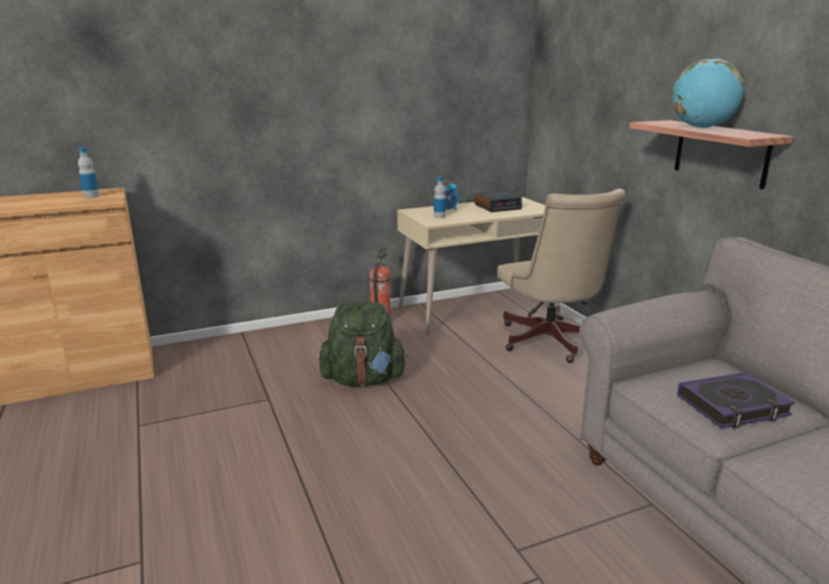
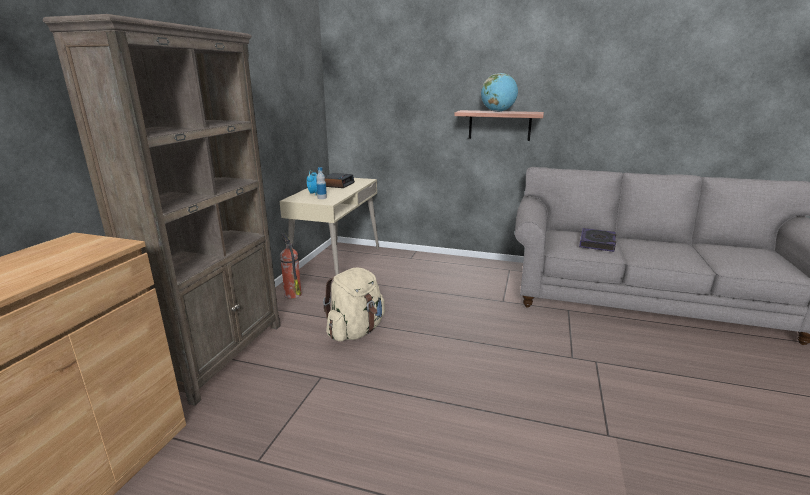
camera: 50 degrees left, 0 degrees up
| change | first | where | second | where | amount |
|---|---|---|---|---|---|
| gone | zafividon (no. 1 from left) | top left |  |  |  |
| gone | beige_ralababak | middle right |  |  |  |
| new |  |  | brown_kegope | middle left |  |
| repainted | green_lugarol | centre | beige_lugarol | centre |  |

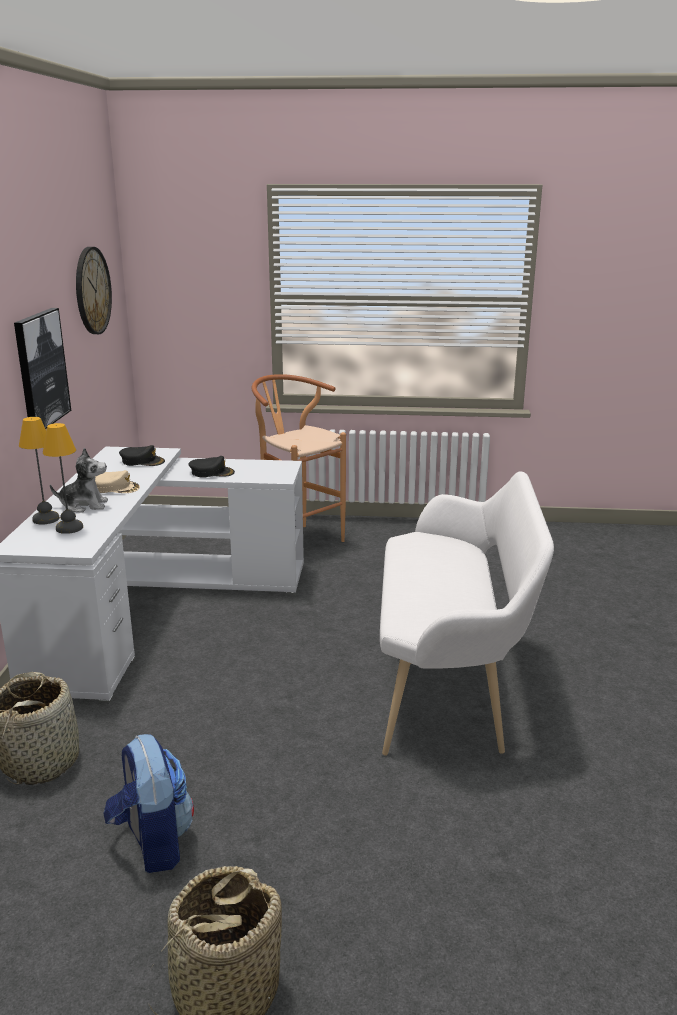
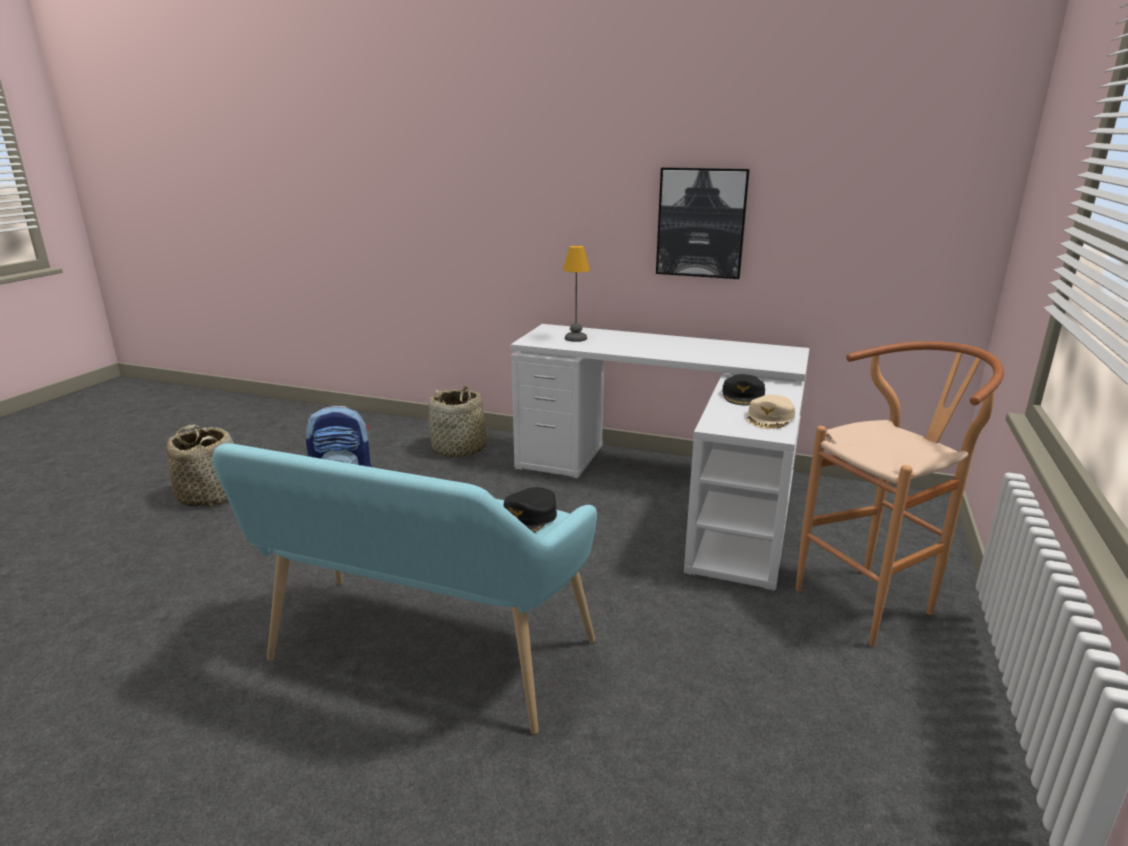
camera: 105 degrees right, 0 degrees up
| change | first | where | second | where | amount |
|---|---|---|---|---|---|
| gone | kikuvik (no. 1 from left) | middle left |  |  |  |
| gone | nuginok | middle left |  |  |  |
| gone | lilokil | top left |  |  |  |
| shifted | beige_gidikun | middle left |  | middle right |  |
| shifted | black_gidikun (no. 1 from left) | middle left |  | centre |  |
| repainted | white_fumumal | middle right | turquoise_fumumal | bottom centre |  |

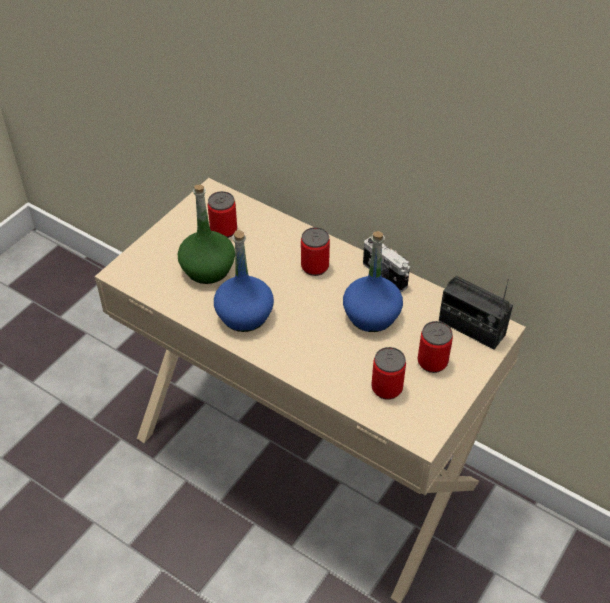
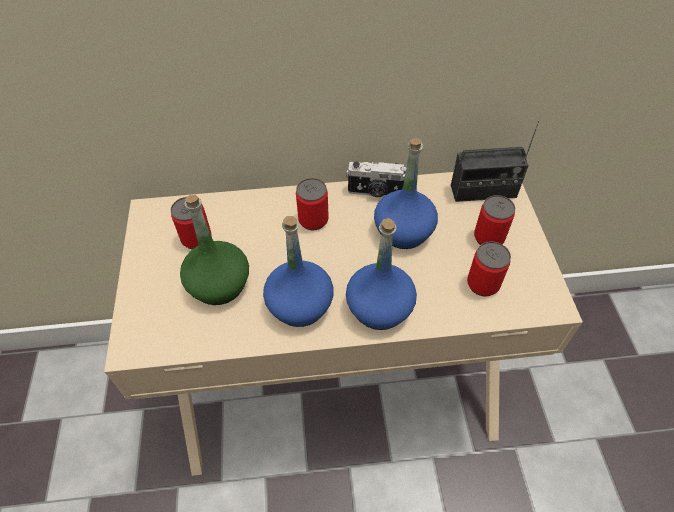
camera: 40 degrees left, 5 degrees up
| change | first | where | second | where | amount |
|---|---|---|---|---|---|
| new |  |  | blue_zafividon (no. 2 from left) | centre |  |

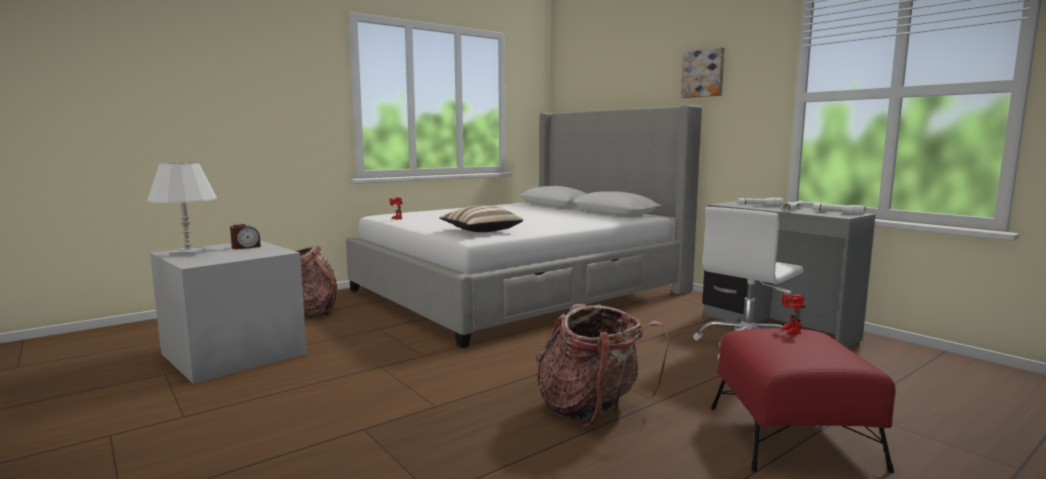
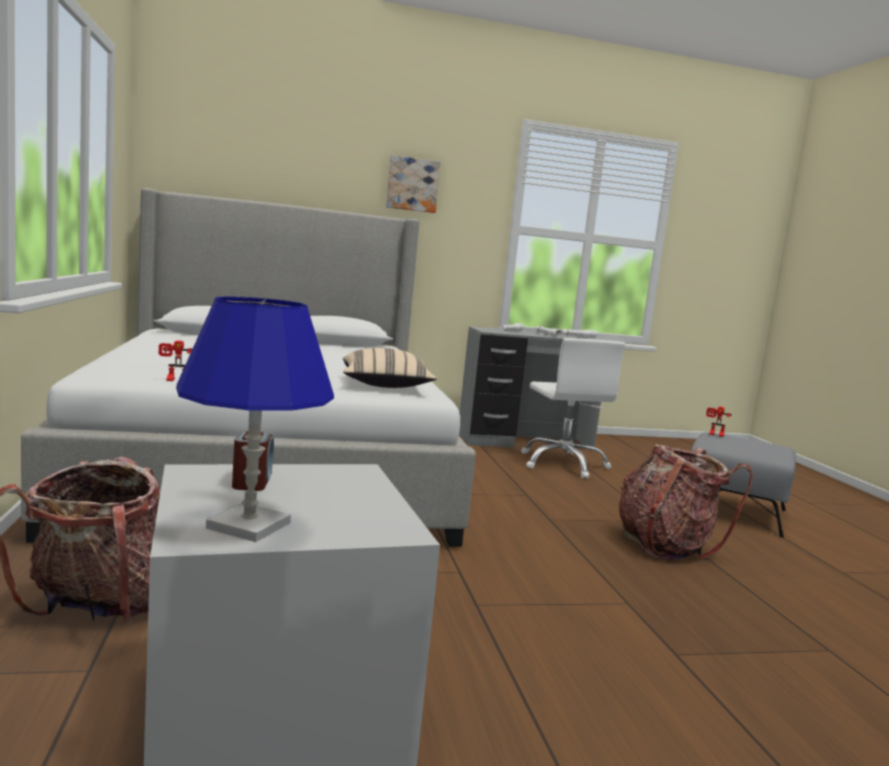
camera: 65 degrees left, 0 degrees up
| change | first | where | second | where | amount |
|---|---|---|---|---|---|
| repainted | white_kikuvik | middle left | blue_kikuvik | middle left |  |
| repainted | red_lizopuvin | bottom right | grey_lizopuvin | middle right |  |

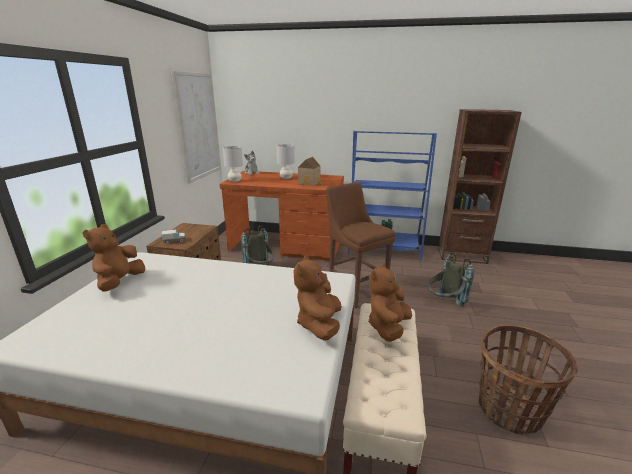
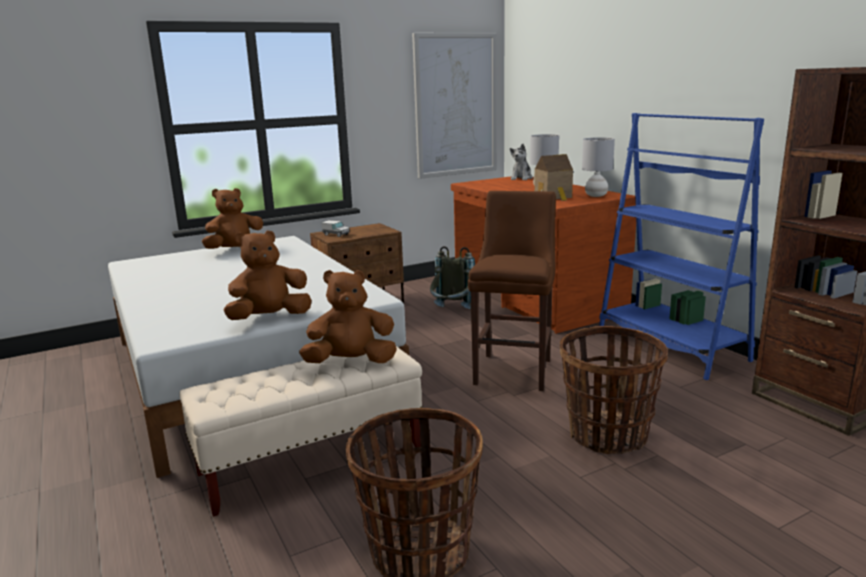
camera: 50 degrees right, 5 degrees down
| change | first | where | second | where | amount |
|---|---|---|---|---|---|
| shifted | grey_kikuvik (no. 1 from left in the first image) | centre | grey_kikuvik (no. 2 from left) | top right |  |
| swapped | grey_lugarol (no. 2 from left) | middle right | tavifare (no. 2 from left) | bottom right |  |

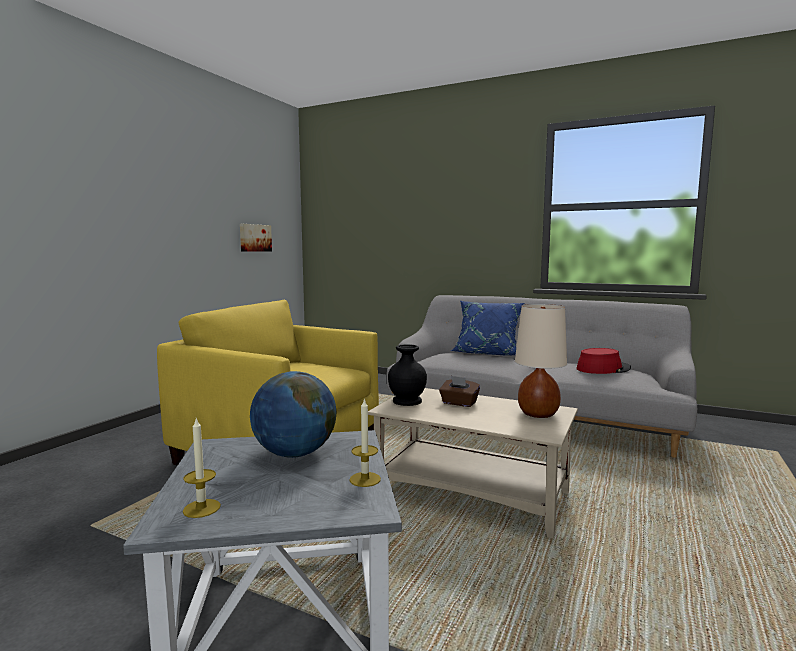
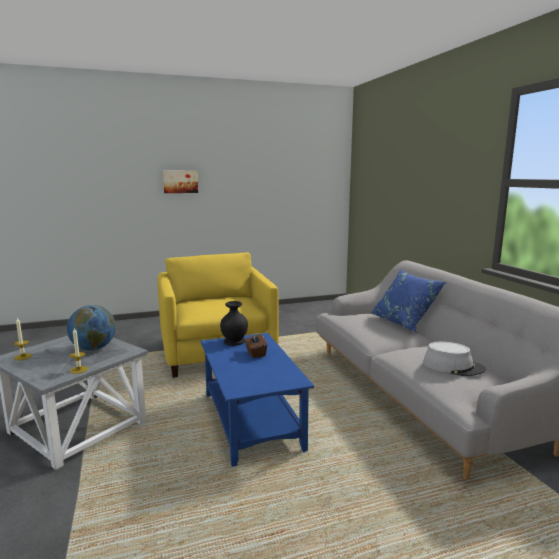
camera: 45 degrees right, 5 degrees up
| change | first | where | second | where | amount |
|---|---|---|---|---|---|
| gone | beige_kikuvik | middle right |  |  |  |
| shifted | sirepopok | middle left |  | top left |  |
| repainted | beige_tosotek | bottom centre | blue_tosotek | bottom centre |  |
| repainted | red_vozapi | middle right | grey_vozapi | middle right |  |

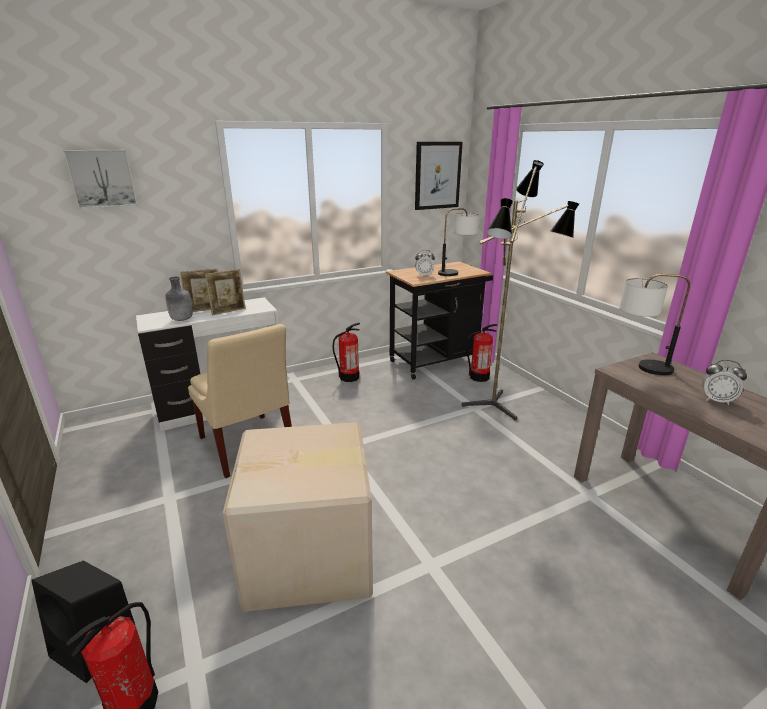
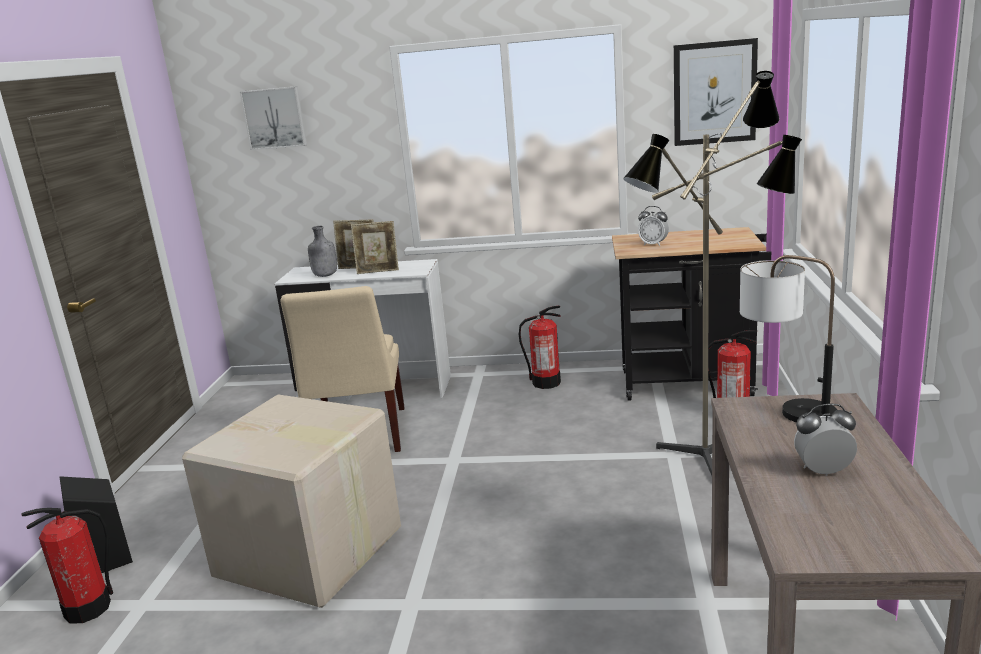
camera: 35 degrees right, 5 degrees down
| change | first | where | second | where | amount |
|---|---|---|---|---|---|
| gone | kikuvik (no. 1 from left) | centre |  |  |  |
| rotated | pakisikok (no. 2 from left) | middle right |  | bottom right | 120 degrees clockwise |

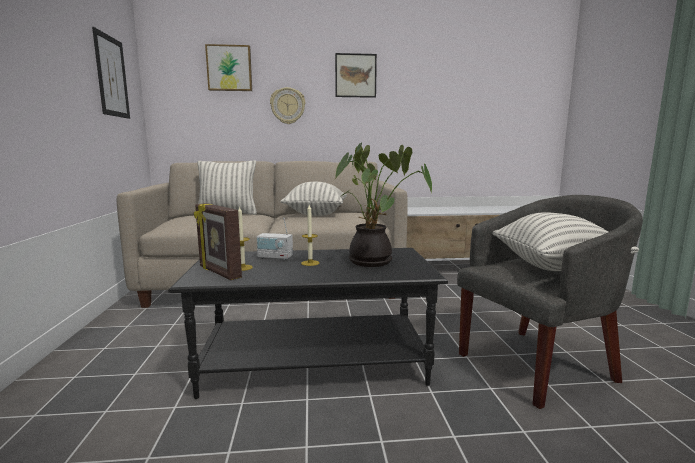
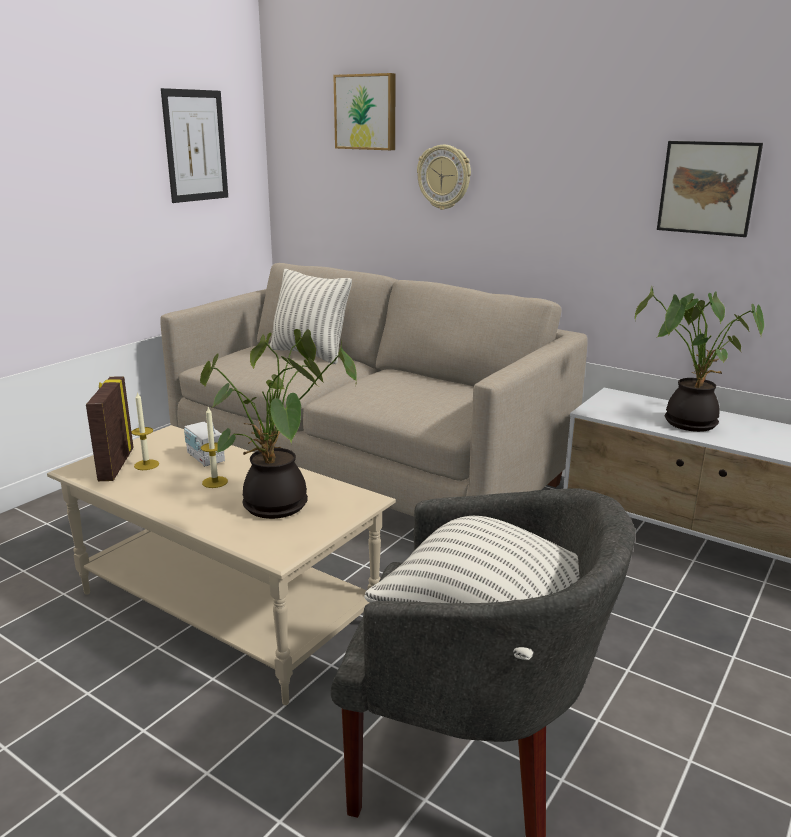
camera: 40 degrees right, 10 degrees up
| change | first | where | second | where | amount |
|---|---|---|---|---|---|
| gone | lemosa (no. 2 from left) | centre |  |  |  |
| new |  |  | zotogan (no. 2 from left) | middle right |  |
| shifted | sirepopok (no. 3 from left) | top centre |  | top right |  |
| repainted | black_tosotek | bottom centre | beige_tosotek | bottom left |  |

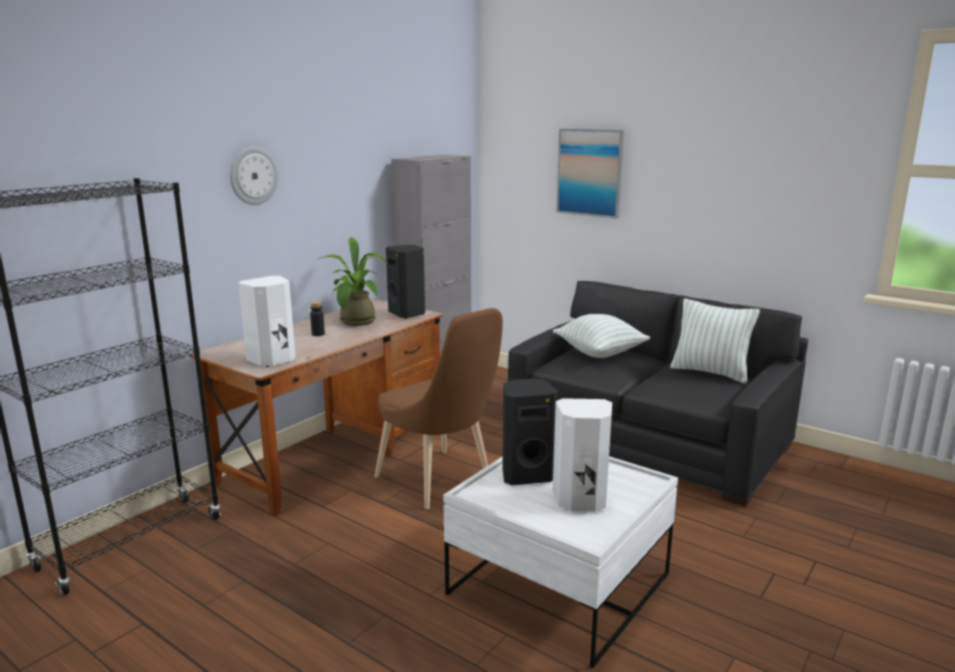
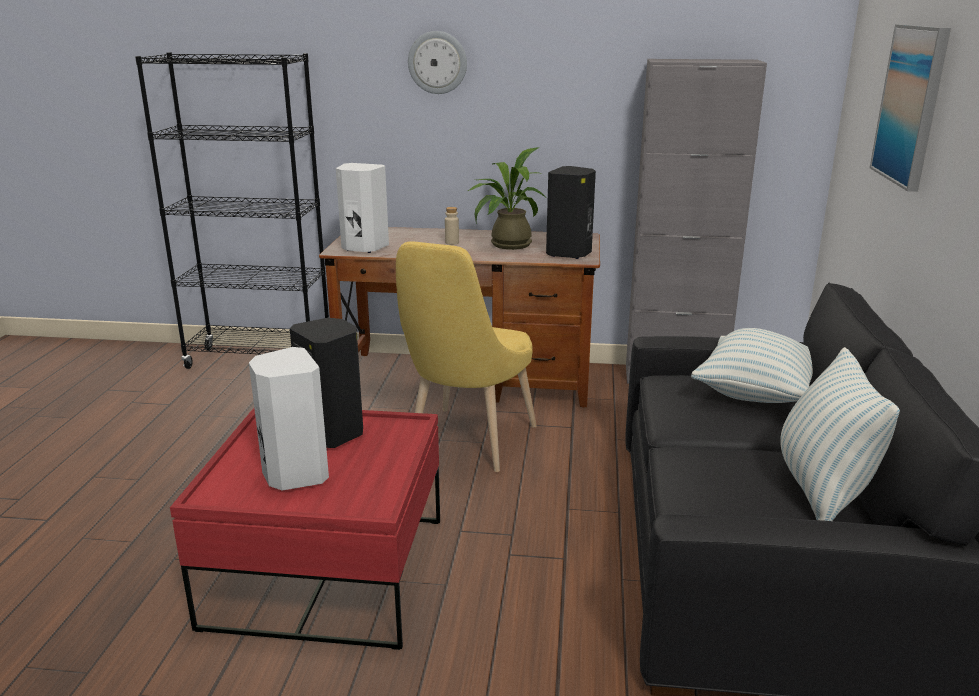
camera: 60 degrees right, 5 degrees up
| change | first | where | second | where | amount |
|---|---|---|---|---|---|
| repainted | black_zafividon | middle left | beige_zafividon | top centre |  |
| repainted | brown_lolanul | centre | yellow_lolanul | centre |  |
| repainted | white_tosotek | bottom centre | red_tosotek | bottom left |  |

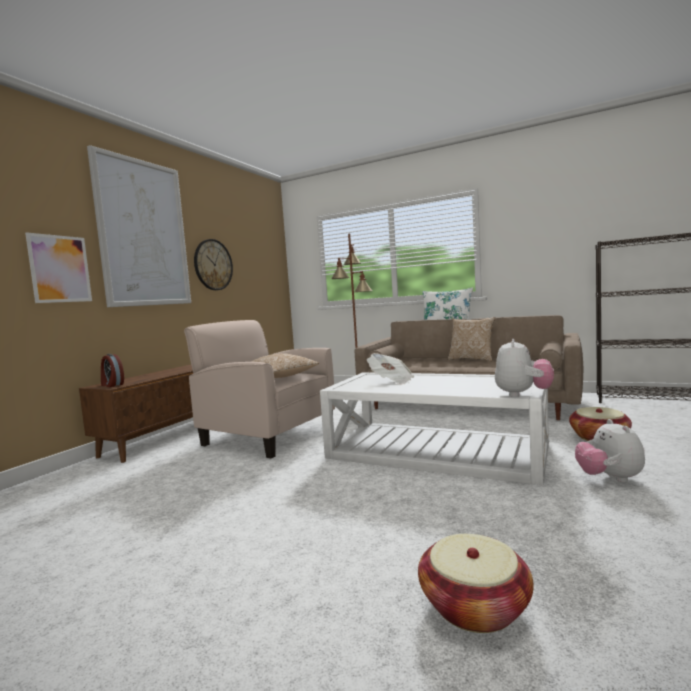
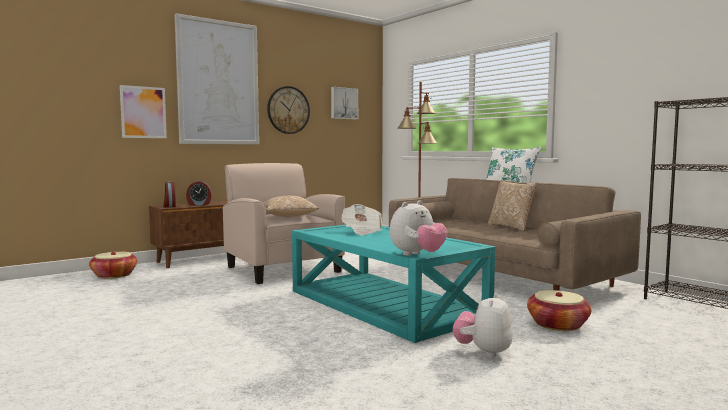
camera: 25 degrees right, 0 degrees up
| change | first | where | second | where | amount |
|---|---|---|---|---|---|
| new |  |  | pakisikok (no. 2 from left) | middle left |  |
| new |  |  | sirepopok (no. 3 from left) | top centre |  |
| shifted | tavifare (no. 1 from left) | bottom right |  | middle left |  |
| repainted | white_tosotek | centre | turquoise_tosotek | bottom centre |  |

